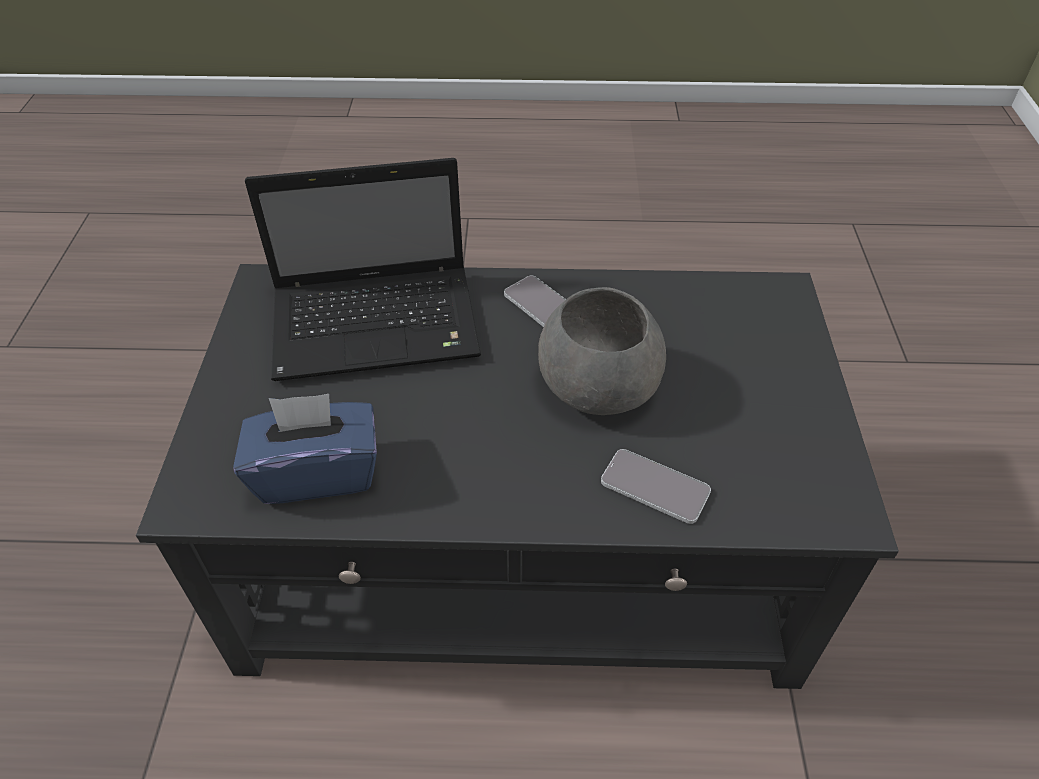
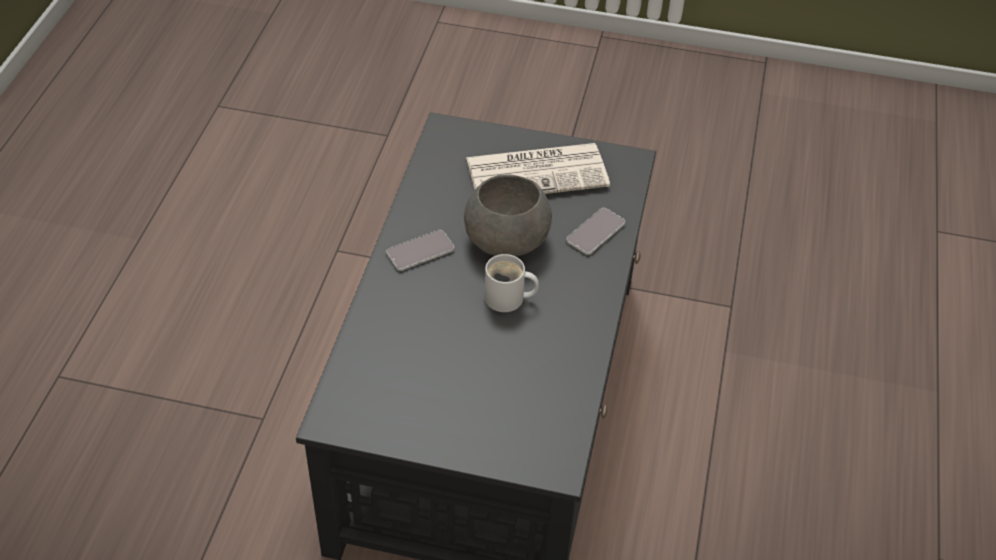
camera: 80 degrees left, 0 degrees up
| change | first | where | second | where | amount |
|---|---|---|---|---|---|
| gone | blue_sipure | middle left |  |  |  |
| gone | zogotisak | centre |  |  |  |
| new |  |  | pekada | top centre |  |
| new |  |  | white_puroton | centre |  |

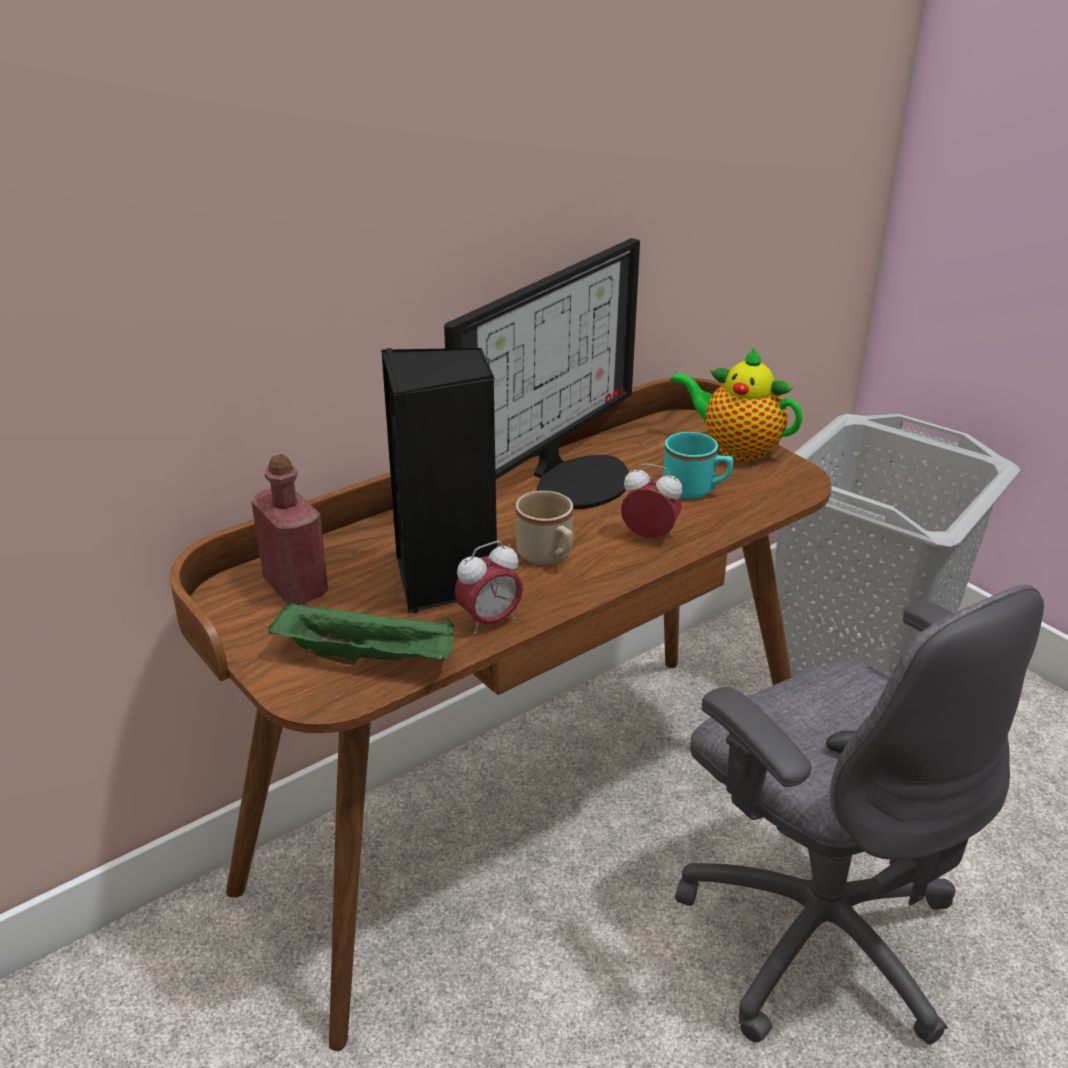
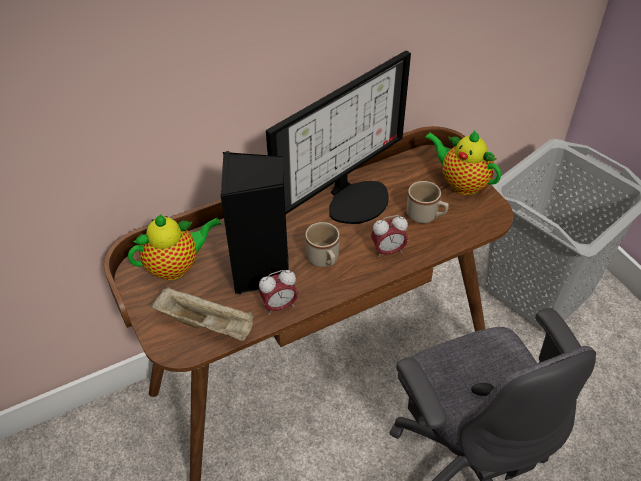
camera: 10 degrees right, 15 degrees up
| change | first | where | second | where | amount |
|---|---|---|---|---|---|
| swapped | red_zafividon | middle left | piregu (no. 1 from left) | middle left |  |
| repainted | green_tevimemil | centre | beige_tevimemil | middle left |  |
| repainted | turquoise_puroton | centre | beige_puroton (no. 2 from left) | middle right |  |
| rotated | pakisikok (no. 2 from left) | centre |  | centre | 135 degrees clockwise |

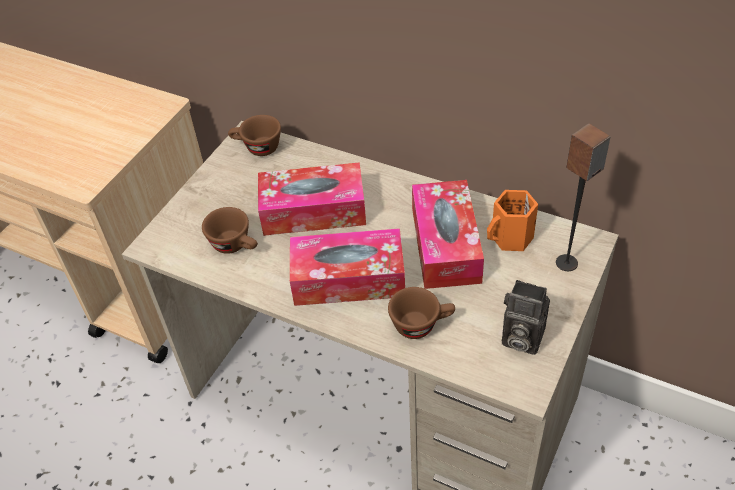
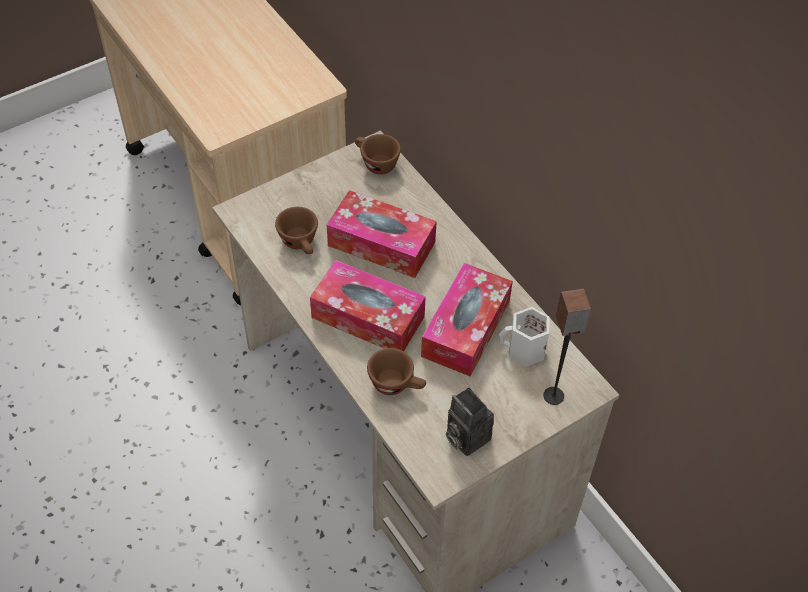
camera: 25 degrees right, 5 degrees up
| change | first | where | second | where | amount |
|---|---|---|---|---|---|
| repainted | orange_puroton | middle right | white_puroton | centre |  |

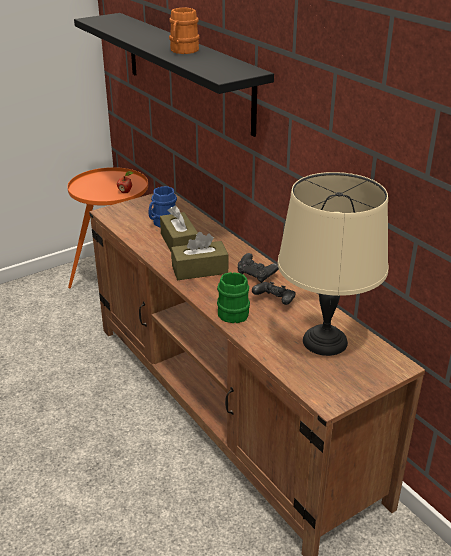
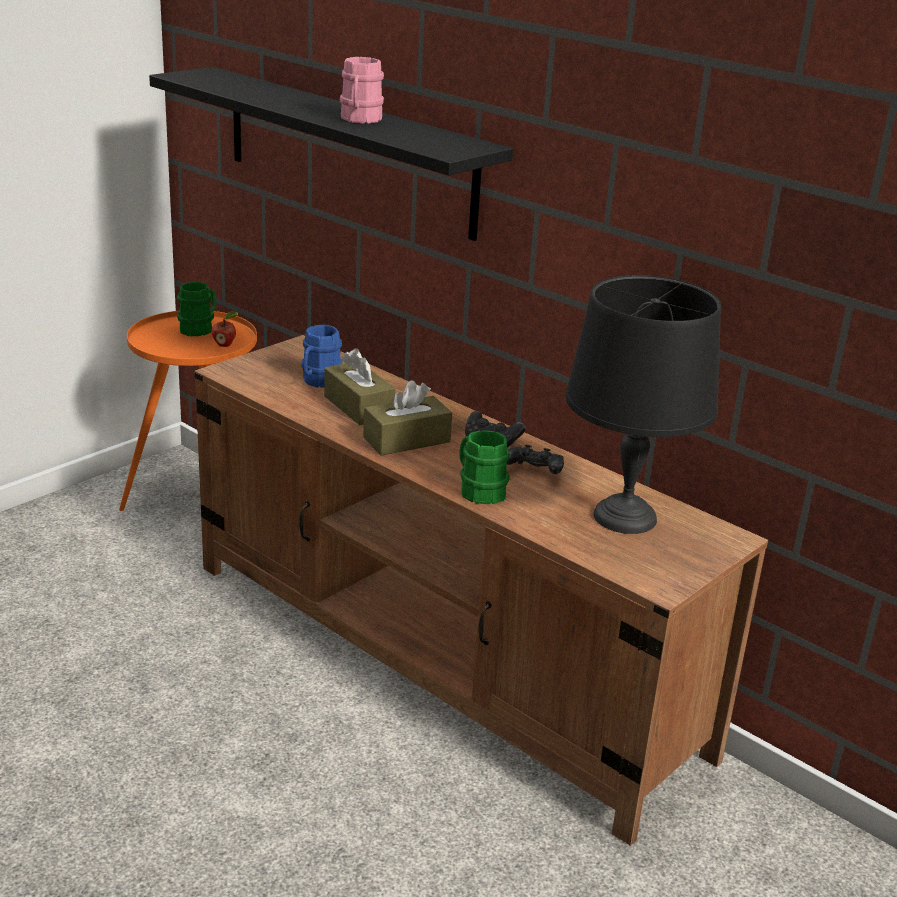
camera: 15 degrees left, 5 degrees down
| change | first | where | second | where | amount |
|---|---|---|---|---|---|
| new |  |  | green_puroton (no. 1 from left) | middle left |  |
| repainted | orange_puroton | top centre | pink_puroton | top centre |  |
| repainted | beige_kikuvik | middle right | black_kikuvik | middle right |  |

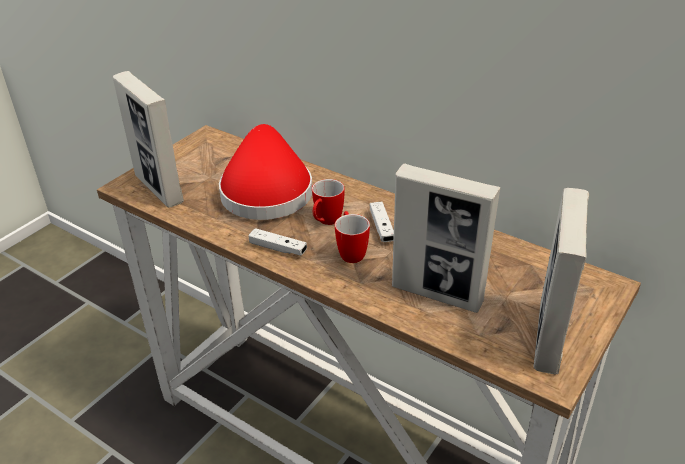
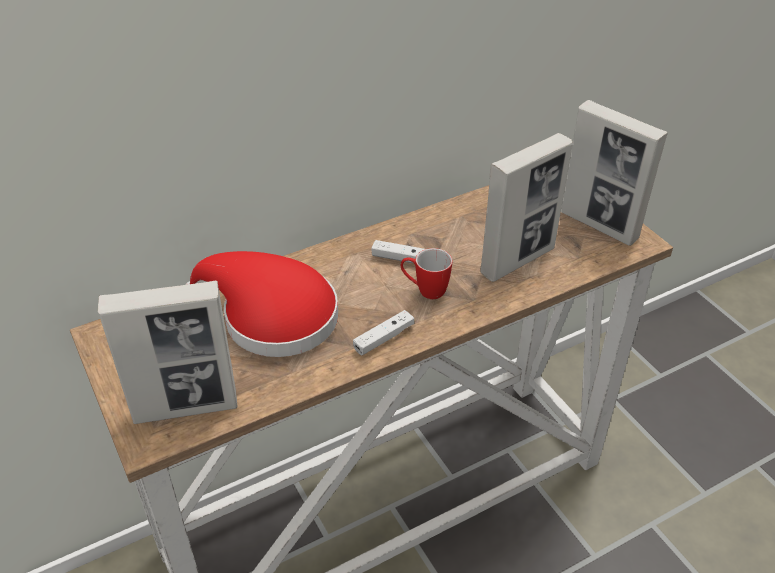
camera: 65 degrees left, 5 degrees up
| change | first | where | second | where | amount |
|---|---|---|---|---|---|
| gone | puroton (no. 1 from left) | centre |  |  |  |

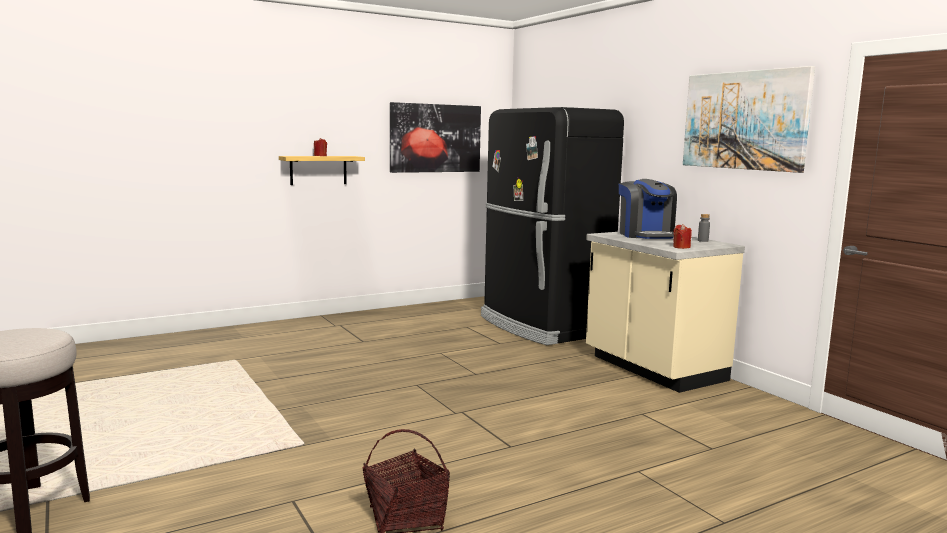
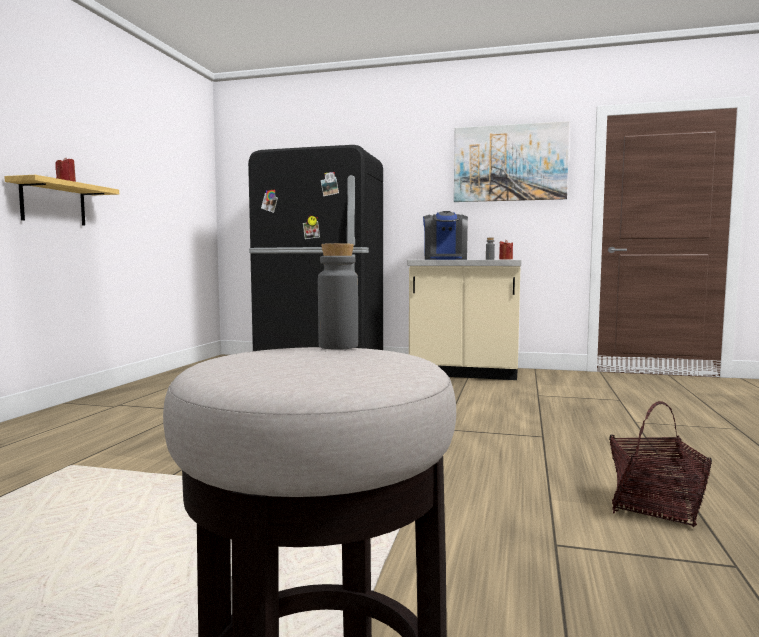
camera: 45 degrees left, 5 degrees down
| change | first | where | second | where | amount |
|---|---|---|---|---|---|
| gone | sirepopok (no. 1 from left) | top centre |  |  |  |
| new |  |  | grey_zafividon (no. 1 from left) | centre |  |
| rotated | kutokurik | middle right |  | centre | 60 degrees clockwise |

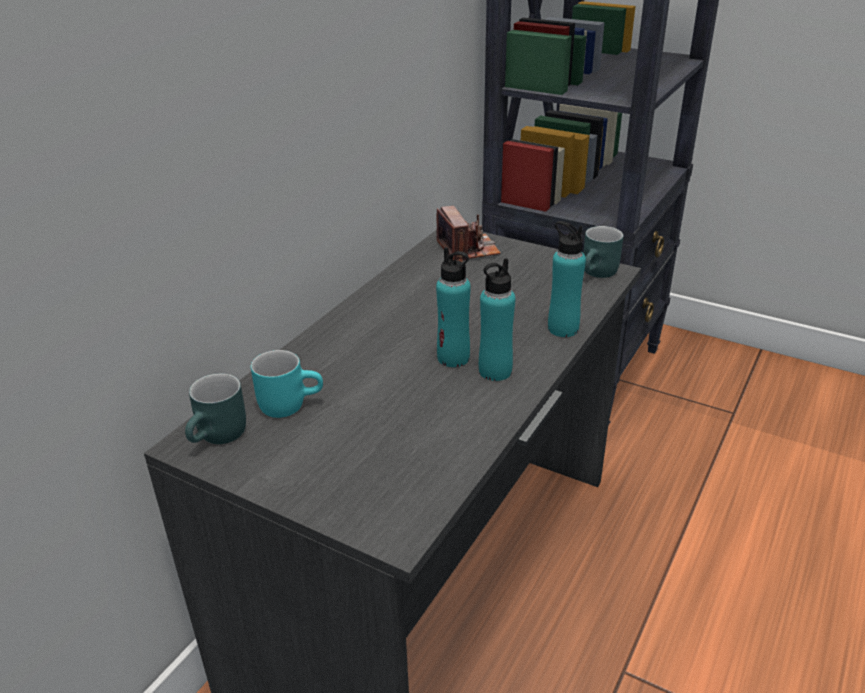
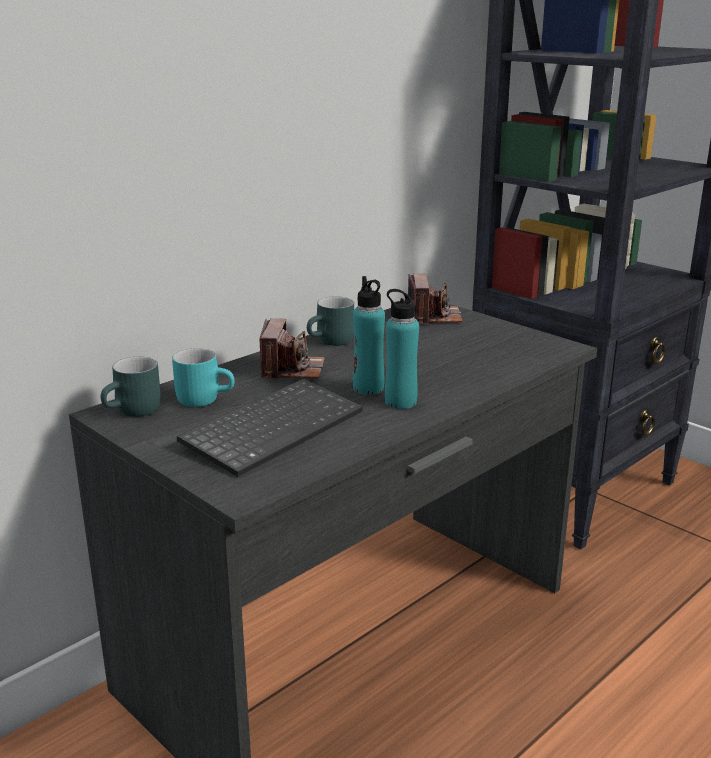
camera: 15 degrees right, 10 degrees down
| change | first | where | second | where | amount |
|---|---|---|---|---|---|
| gone | turquoise_zafividon (no. 3 from left) | centre |  |  |  |
| new |  |  | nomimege | centre |  |
| new |  |  | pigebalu (no. 1 from left) | centre |  |
| shifted | turquoise_puroton (no. 3 from left) | middle right |  | centre |  |

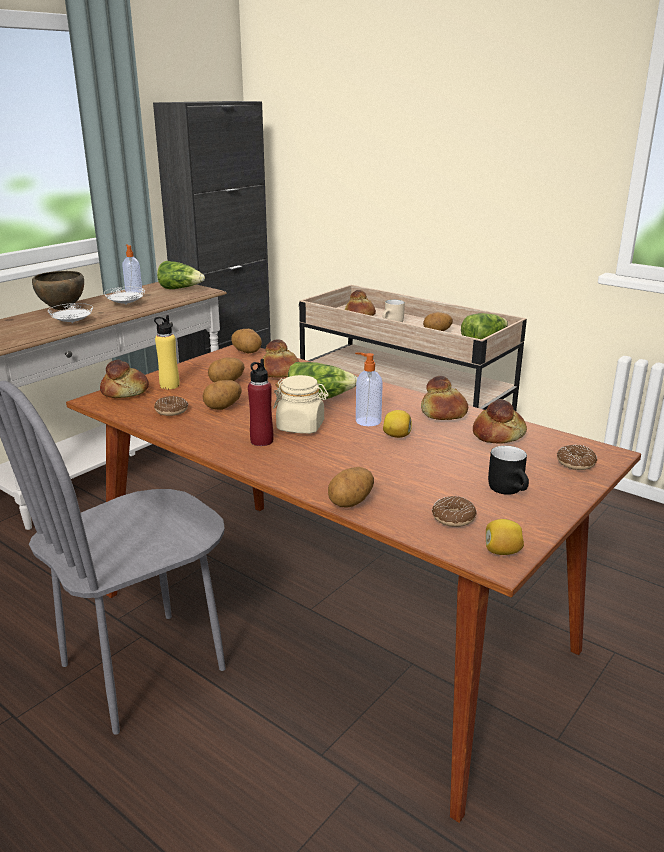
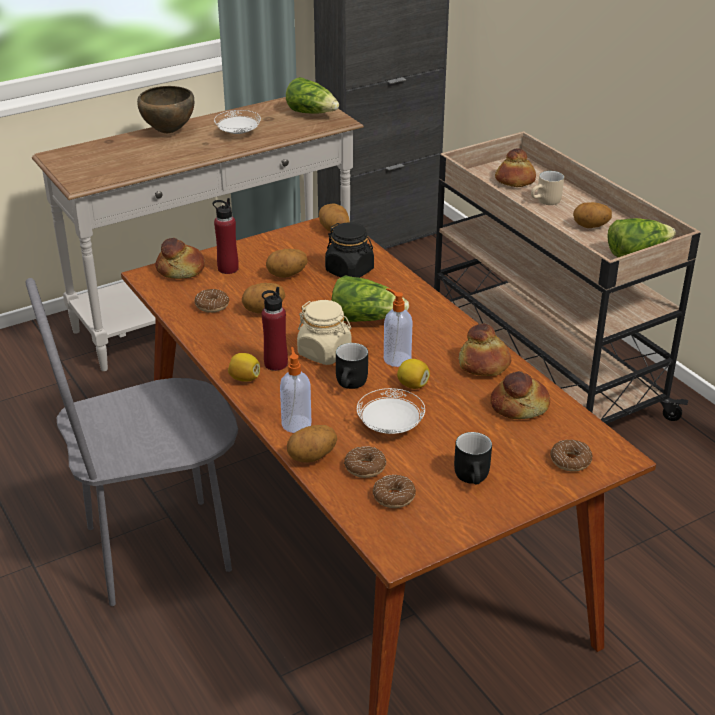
camera: 20 degrees right, 10 degrees up
| change | first | where | second | where | amount |
|---|---|---|---|---|---|
| new |  |  | black_puroton (no. 1 from left) | centre |  |
| new |  |  | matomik (no. 2 from left) | centre |  |
| shifted | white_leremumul (no. 1 from left in the first image) | middle left | white_leremumul (no. 2 from left) | centre |  |
| shifted | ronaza (no. 1 from left) | top left |  | centre |  |
| shifted | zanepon (no. 2 from left in the first image) | middle right | zanepon (no. 1 from left) | centre |  |
| swapped | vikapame (no. 2 from left) | centre | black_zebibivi | centre |  |
| repainted | yellow_zafividon | middle left | red_zafividon (no. 1 from left) | top left |  |

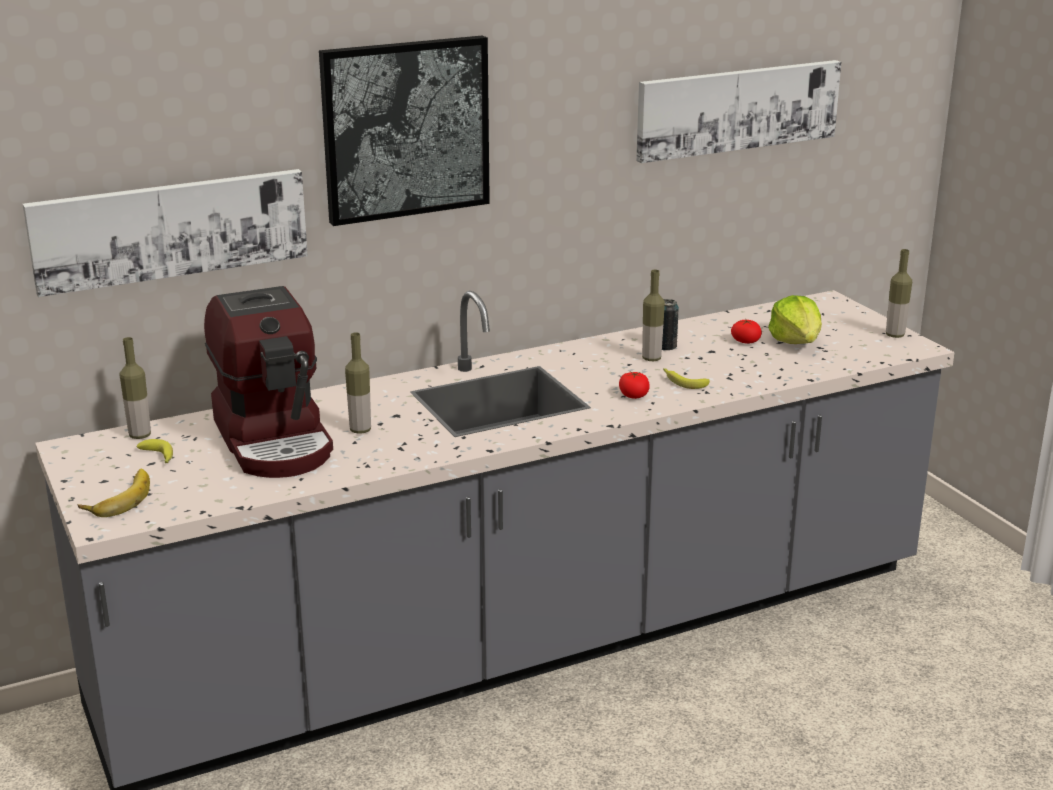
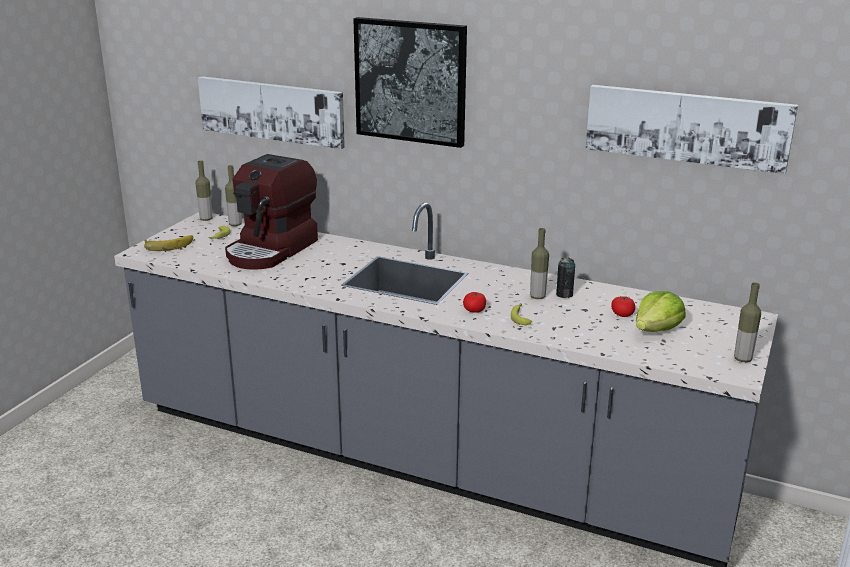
camera: 50 degrees right, 0 degrees up
| change | first | where | second | where | amount |
|---|---|---|---|---|---|
| shifted | zafividon (no. 2 from left in the first image) | centre | zafividon (no. 1 from left) | middle left |  |

